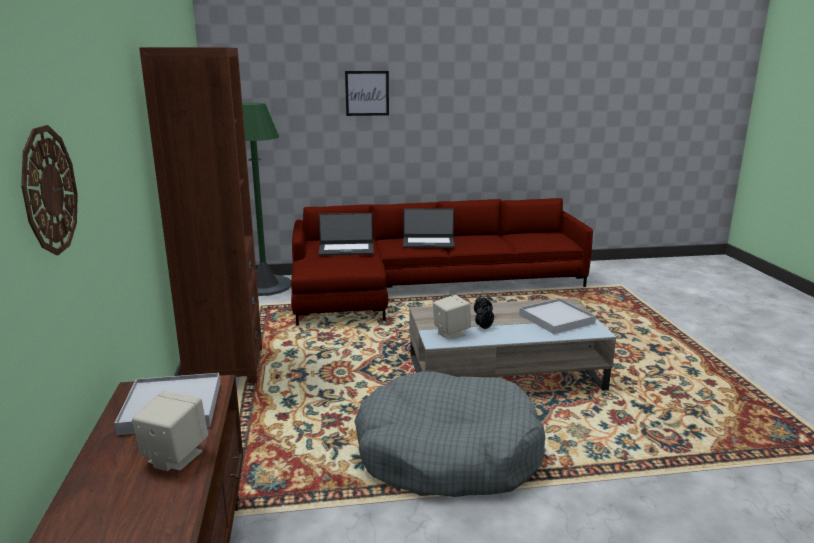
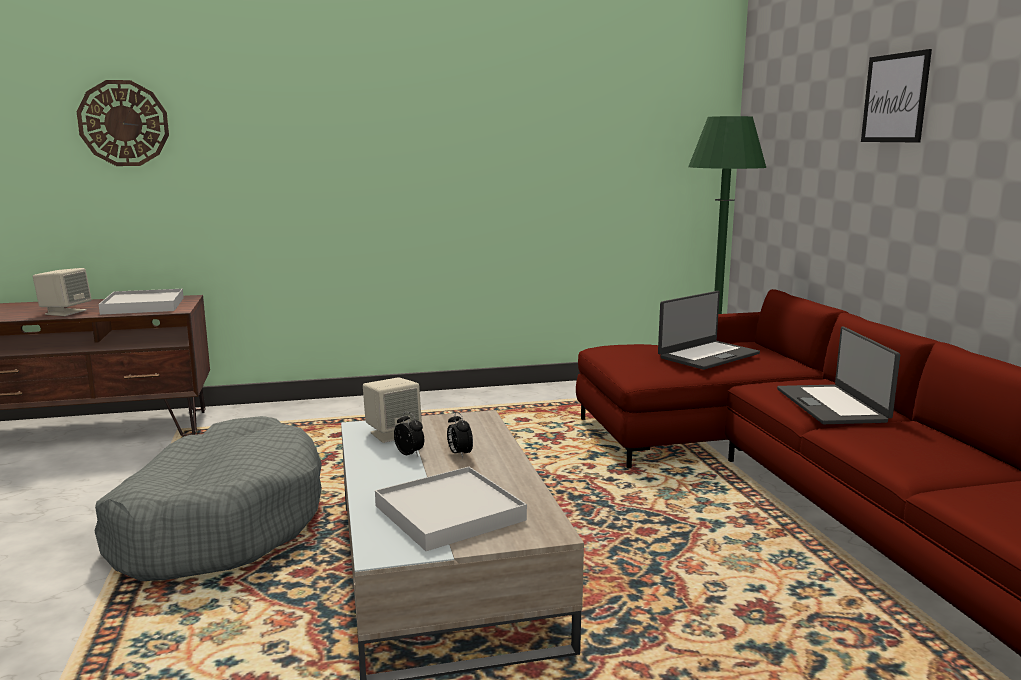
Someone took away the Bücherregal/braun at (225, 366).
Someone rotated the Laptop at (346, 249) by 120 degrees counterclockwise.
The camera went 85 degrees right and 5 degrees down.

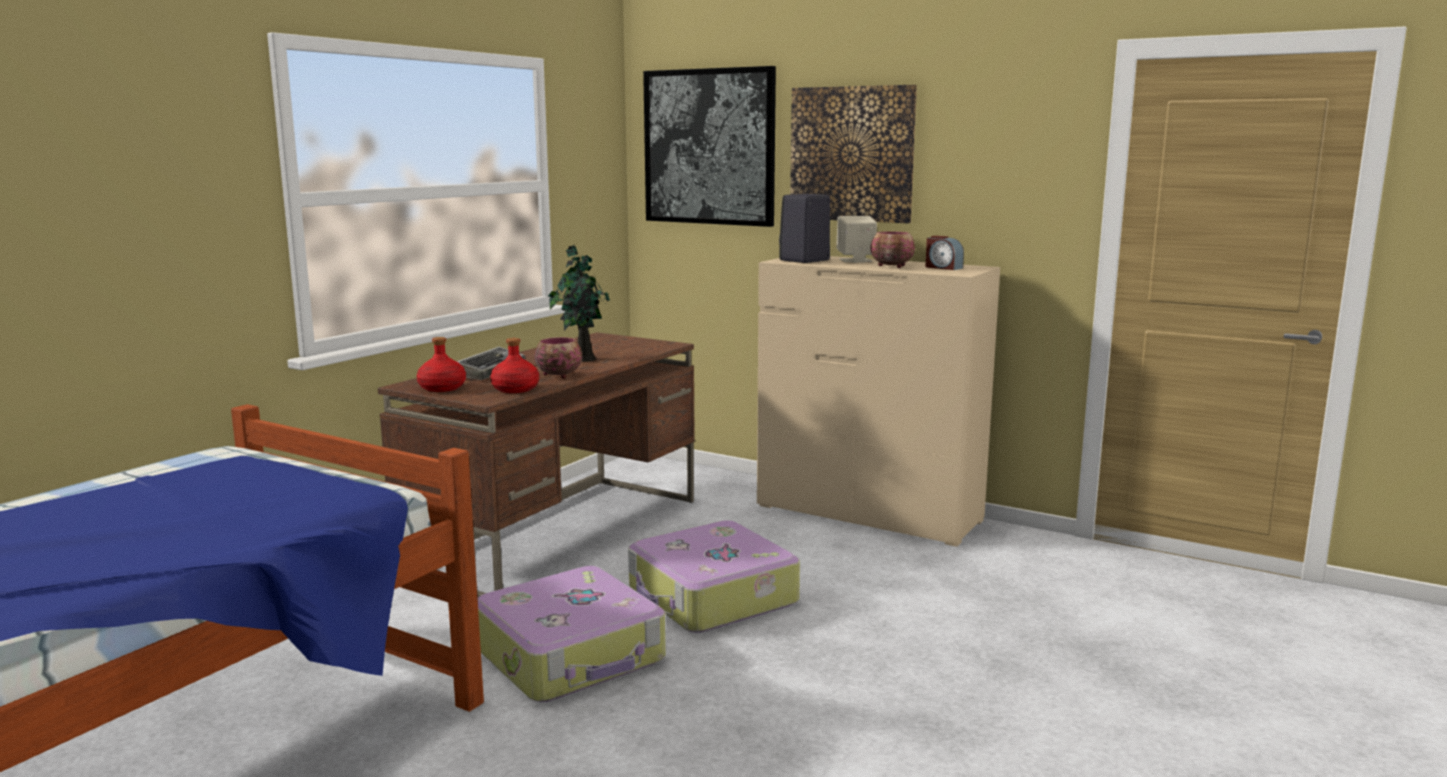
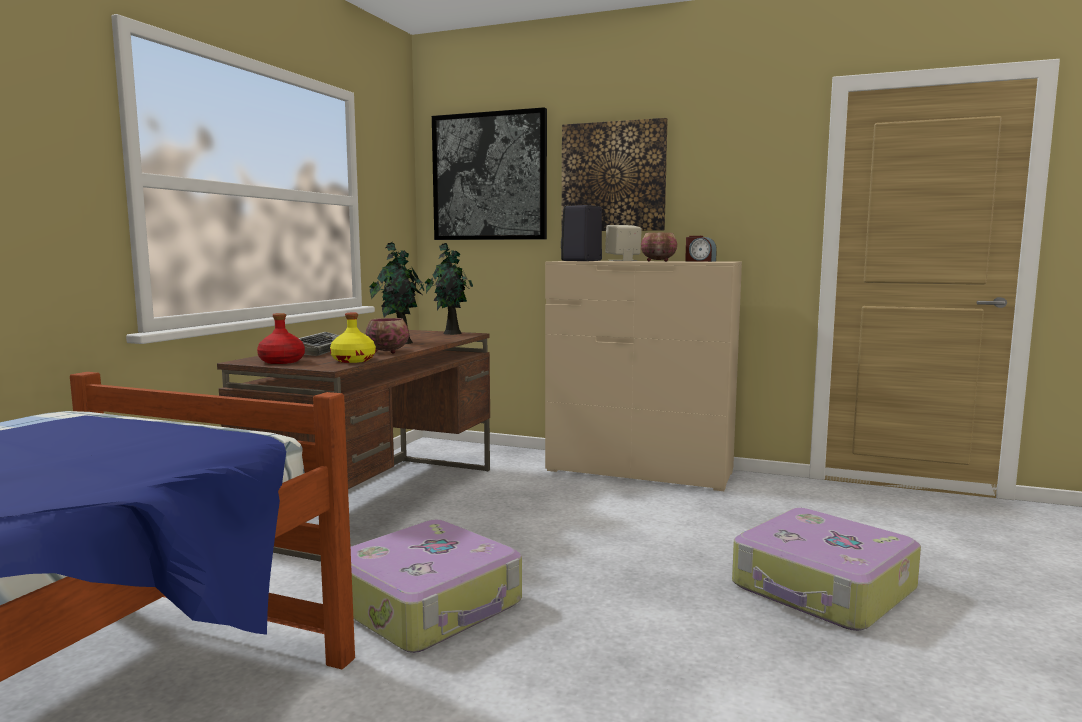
Someone repainted the Flasche/rot at (516, 389), which became the Flasche/gelb at (354, 360).
Someone carried the Koffer from (711, 597) to (823, 588).
Someone put down the Topfpflanze at (450, 333).
The camera went 10 degrees left and 5 degrees down.

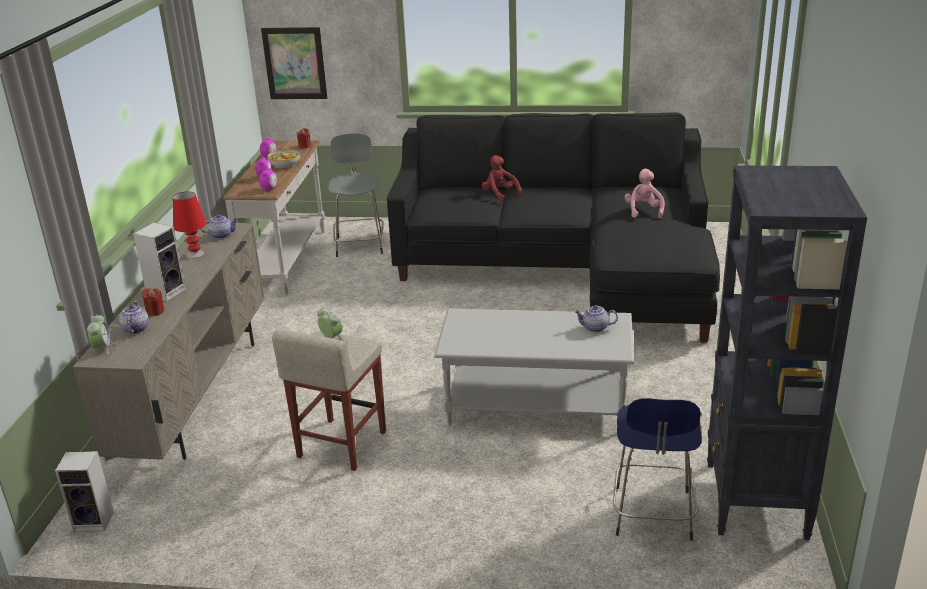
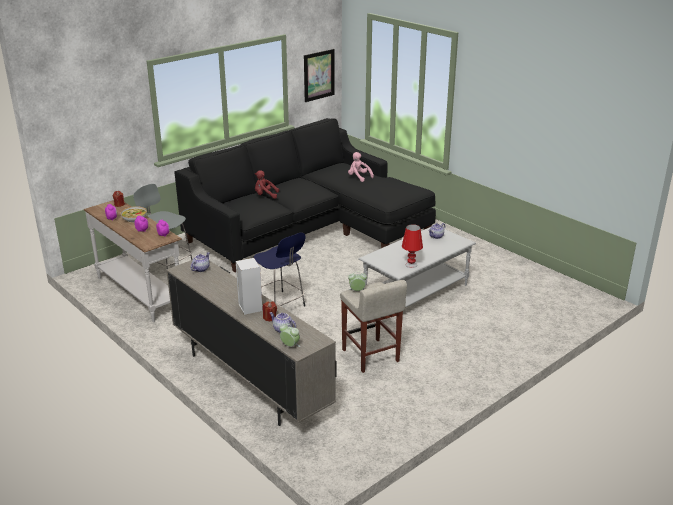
Someone carried the Bild from (295, 63) to (319, 75).
Someone took away the Bücherregal/schwarz at (755, 501).
Someone carried the Tischlampe/rot from (195, 254) to (411, 265).
Someone carried the Hocker/blau from (652, 515) to (280, 305).
Someone took away the Lautsprecher at (95, 521).
The camera went 50 degrees left and 0 degrees up.

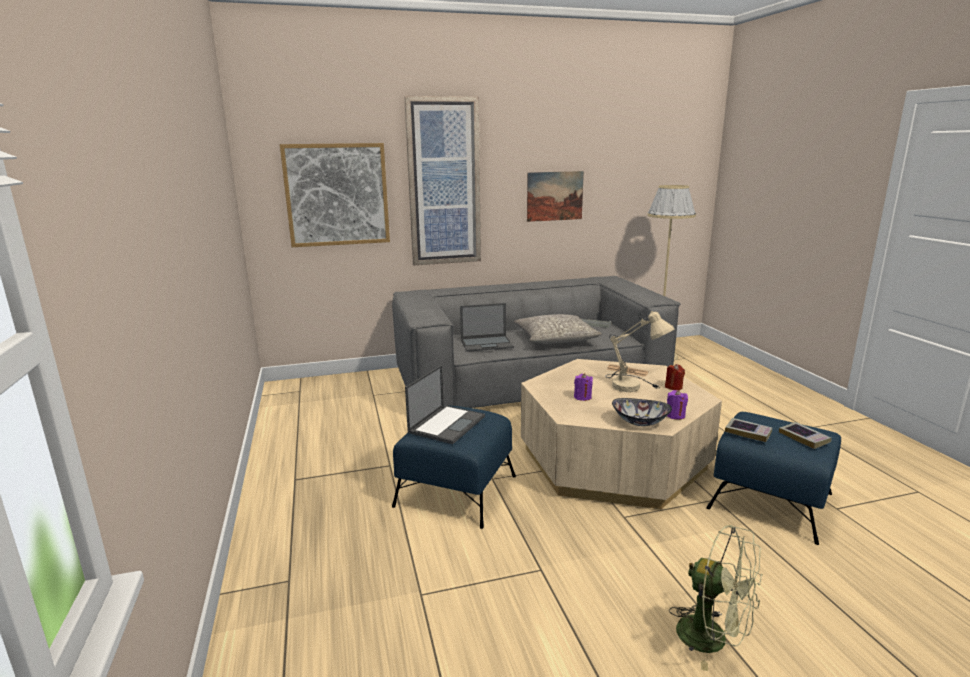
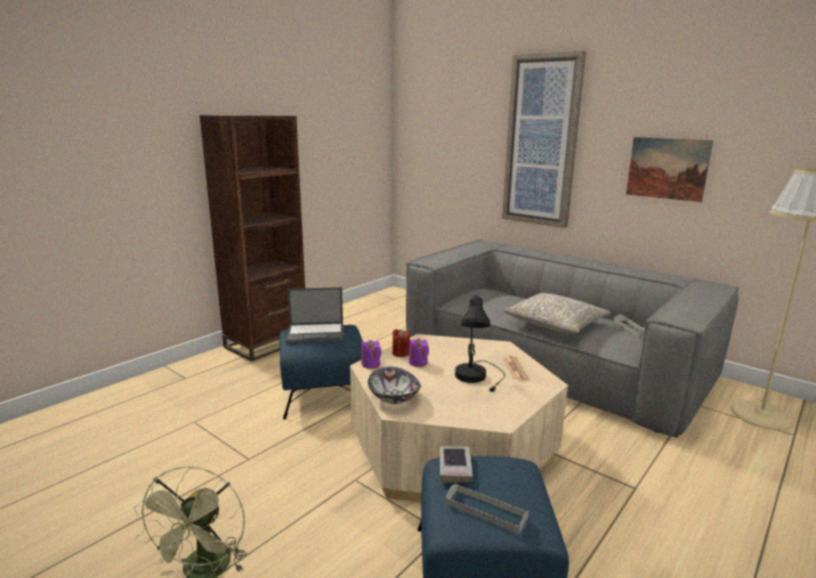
Someone took away the Bild at (337, 195).
Someone took away the Laptop at (487, 344).
Someone repainted the Tischlampe/beige at (634, 386), which became the Tischlampe/schwarz at (479, 379).
Someone carried the Kerze/rot from (673, 387) to (401, 353).
Someone carried the Kerze/lila from (675, 415) to (371, 364).
Someone swapped the Buch at (804, 438) for the Tablett/grau at (486, 510).
Someone put down the Bücherregal/braun at (266, 343).
The camera went 55 degrees right and 0 degrees up.

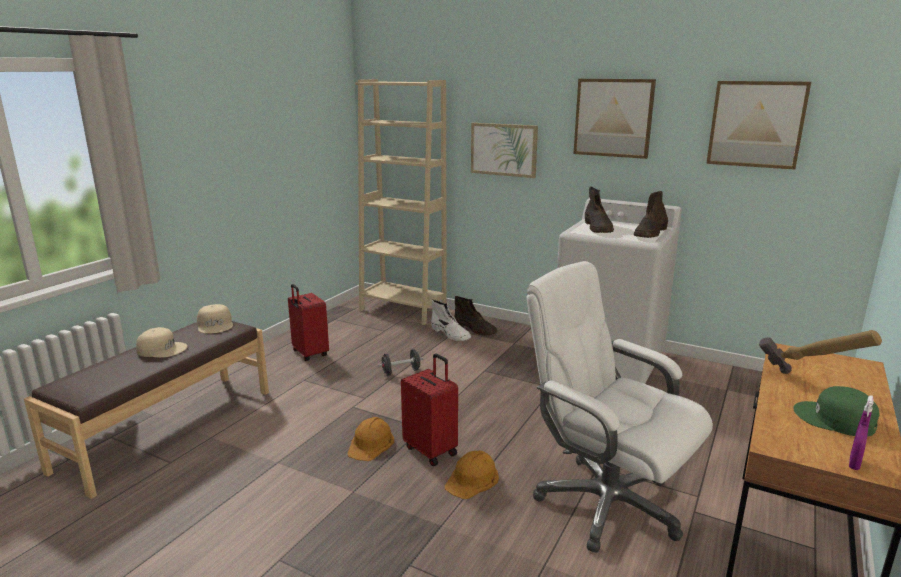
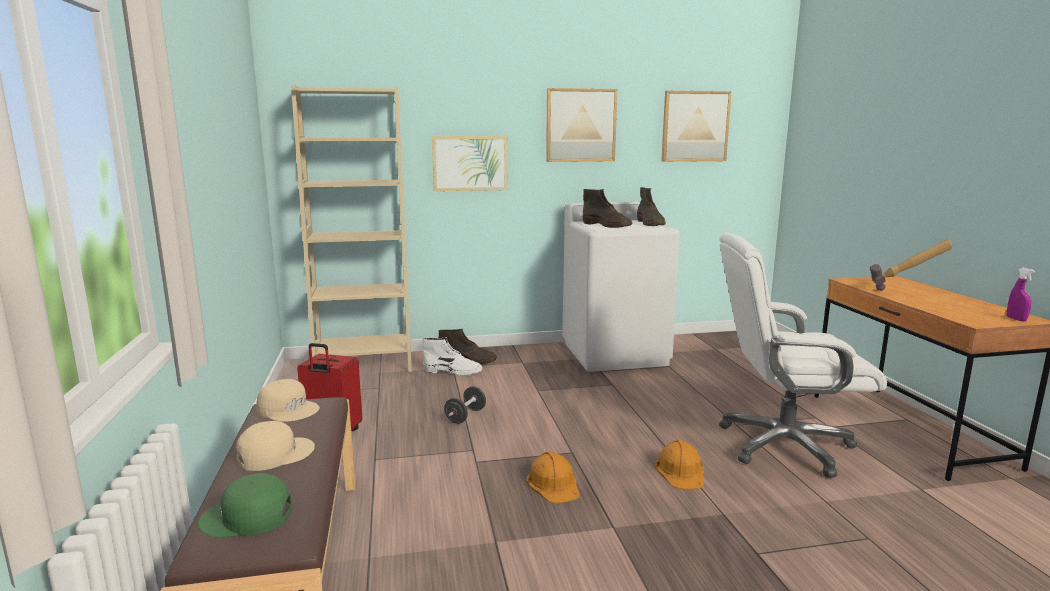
Someone took away the Koffer/rot at (431, 450).
Someone carried the Kappe/grün from (835, 419) to (247, 517).
The camera went 40 degrees left and 5 degrees down.

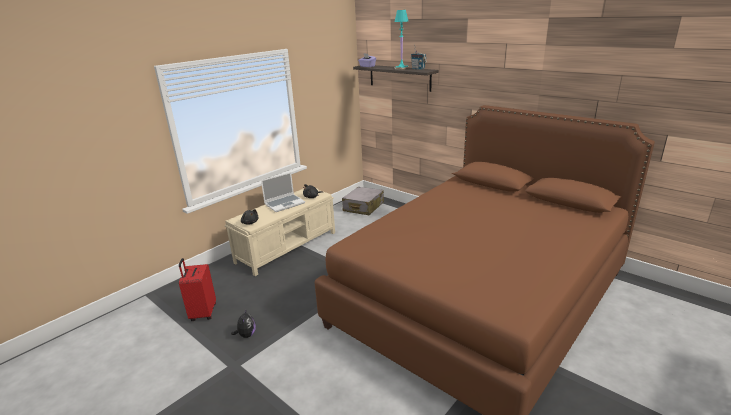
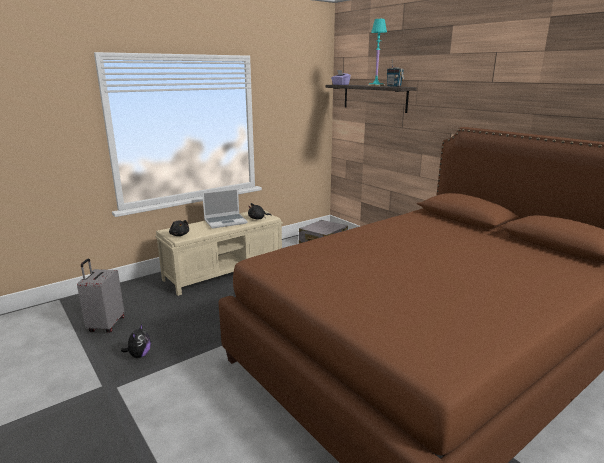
Someone repainted the Koffer/rot at (202, 313), which became the Koffer/grau at (105, 325).
The camera went 10 degrees right and 5 degrees down.

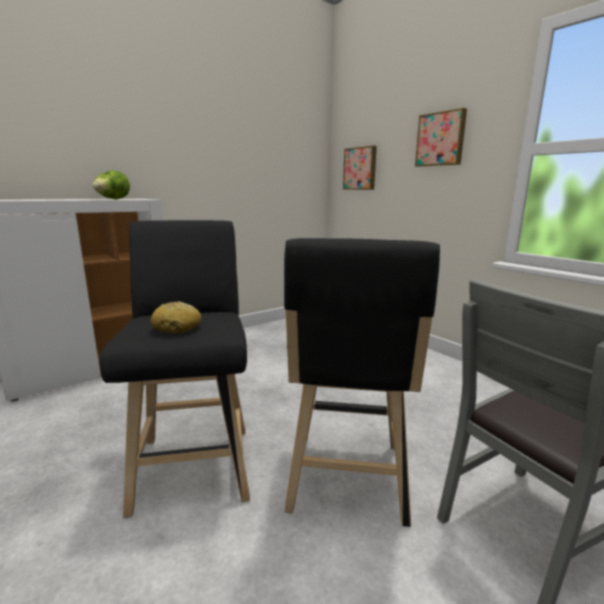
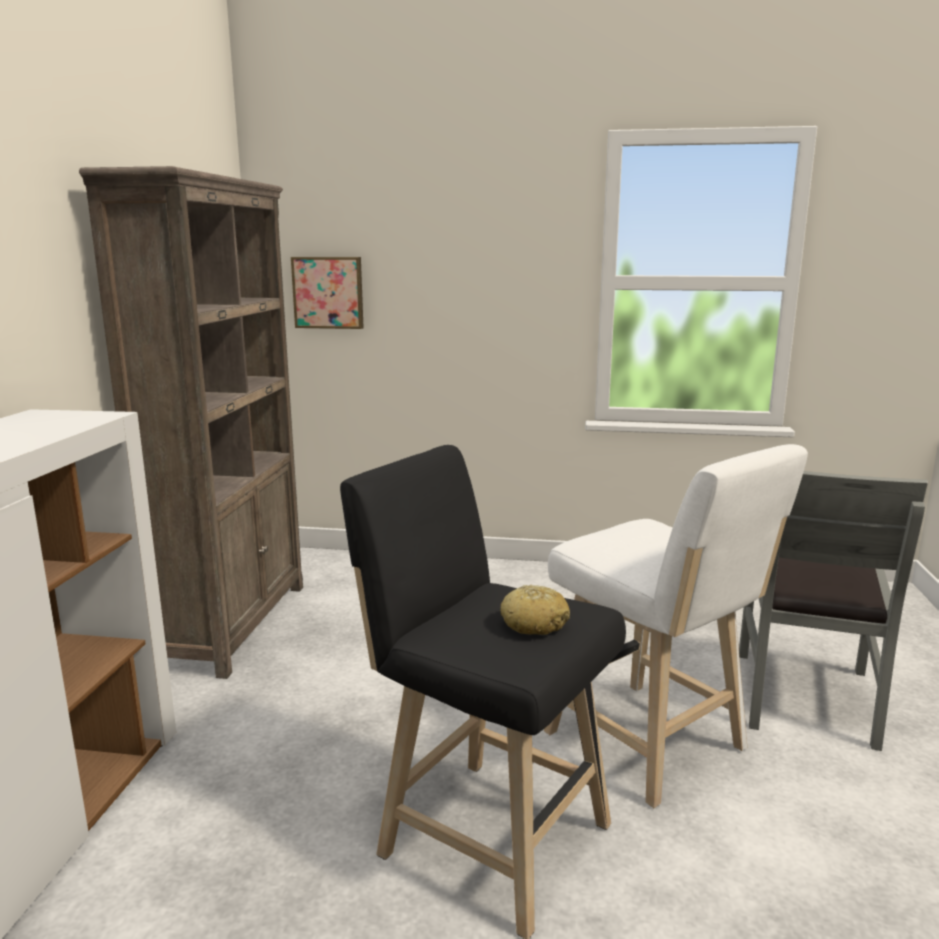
Someone took away the Bild at (441, 139).
Someone took away the Salatkopf at (112, 199).
Someone repainted the Hocker/schwarz at (346, 482), which became the Hocker/weiß at (652, 746).
Someone put down the Bücherregal/braun at (235, 624).
The camera went 45 degrees left and 0 degrees up.

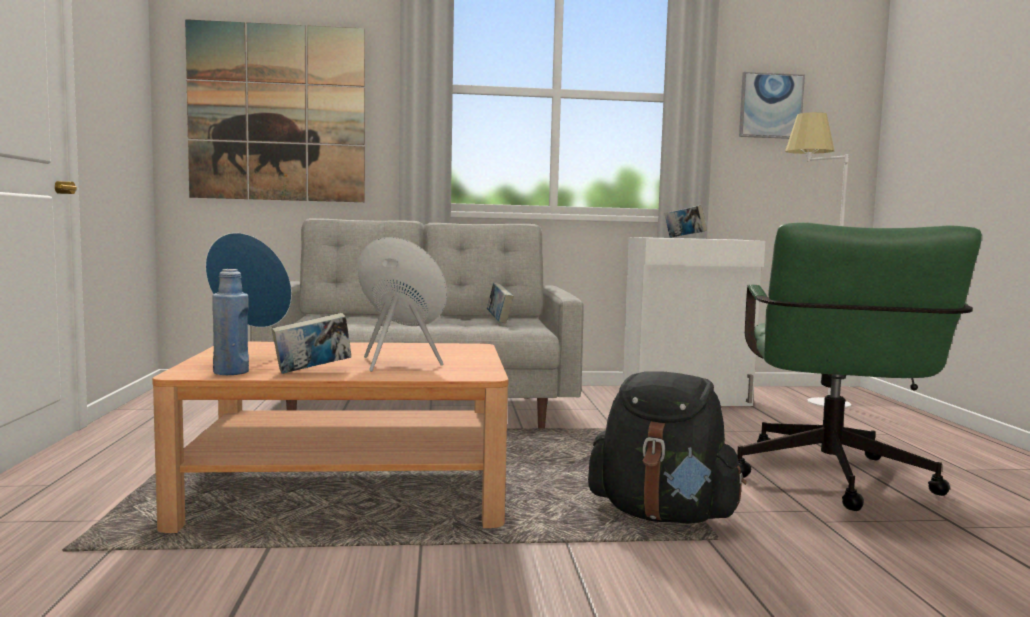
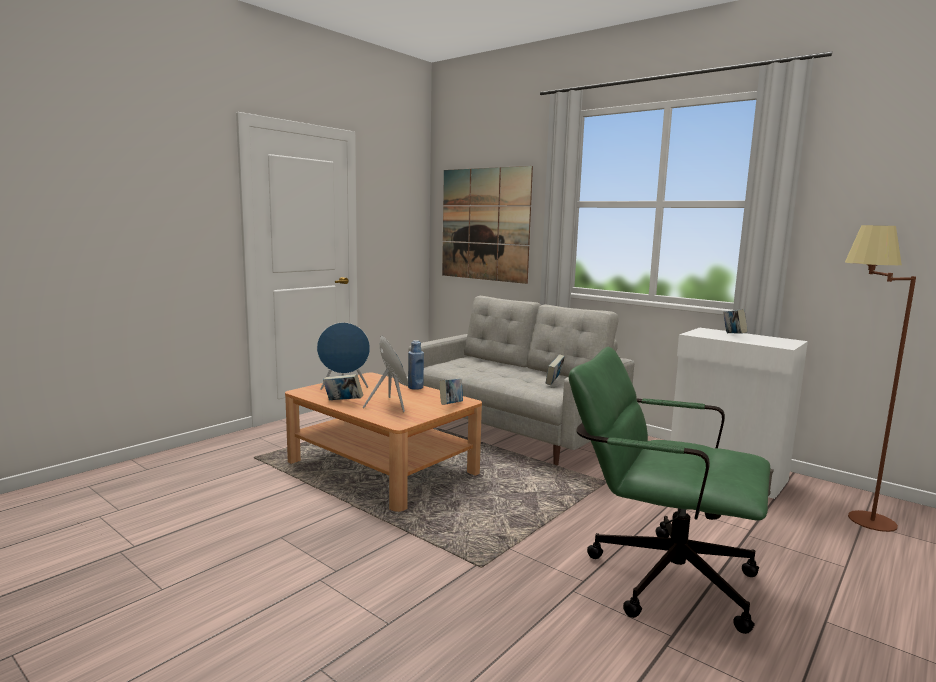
Someone took away the Bild at (770, 106).
Someone repainted the Stehlampe/weiß at (809, 402), which became the Stehlampe/braun at (850, 513).
Someone rotated the Bürostuhl/grün at (832, 483) by 60 degrees clockwise.
Someone carried the Flasche/blau from (231, 372) to (415, 387).
Someone took away the Rucksack/schwarz at (663, 515).
Someone put down the Buch at (451, 405).
The camera went 45 degrees right and 5 degrees up.

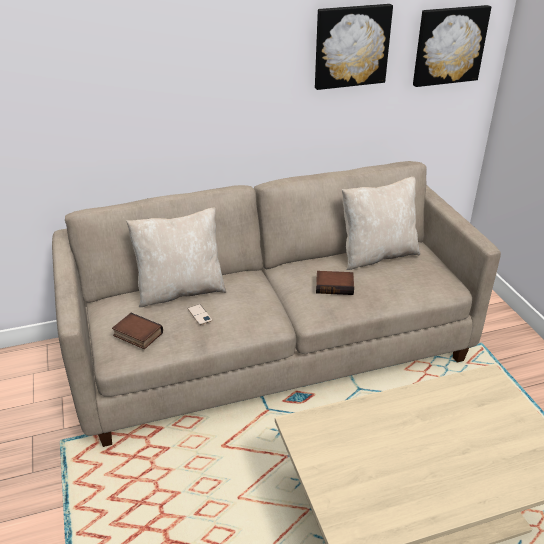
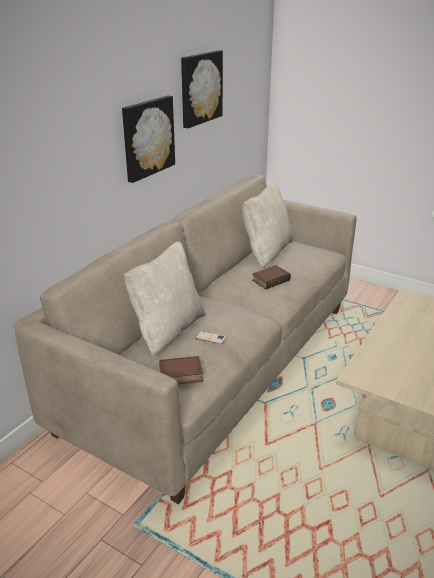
Someone carried the Bild from (449, 45) to (147, 137).
The camera went 40 degrees left and 5 degrees down.

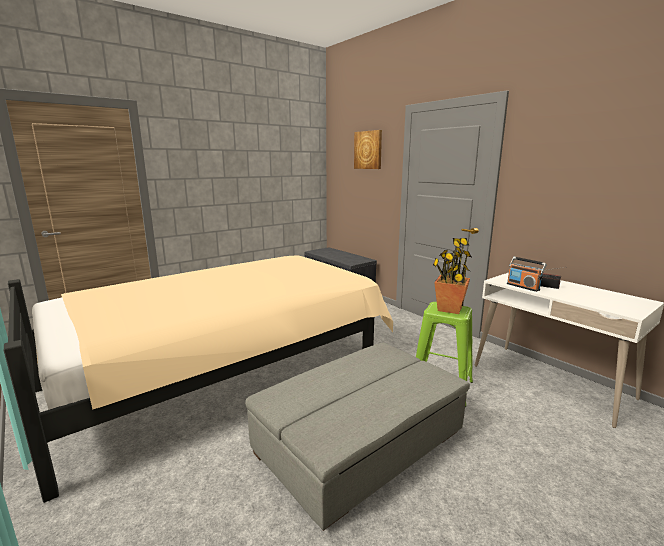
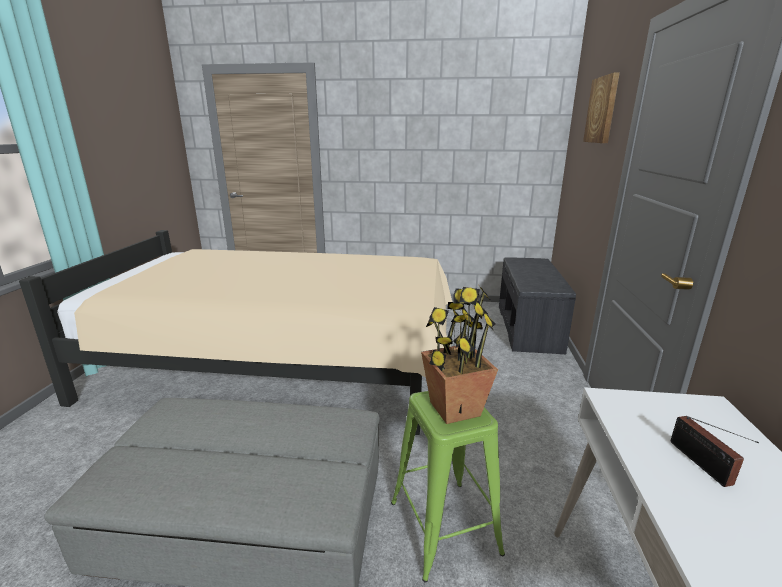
Someone took away the Radio at (523, 287).
The camera went 45 degrees right and 5 degrees up.

